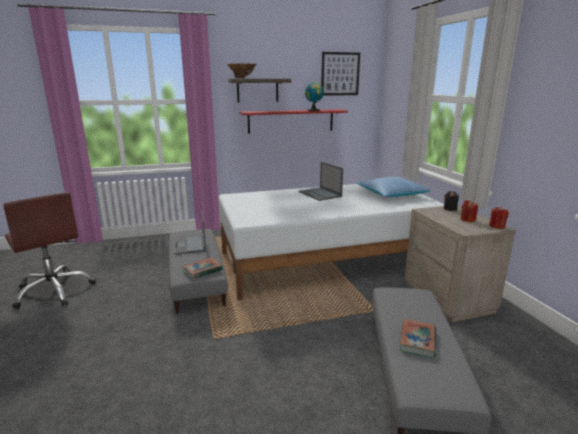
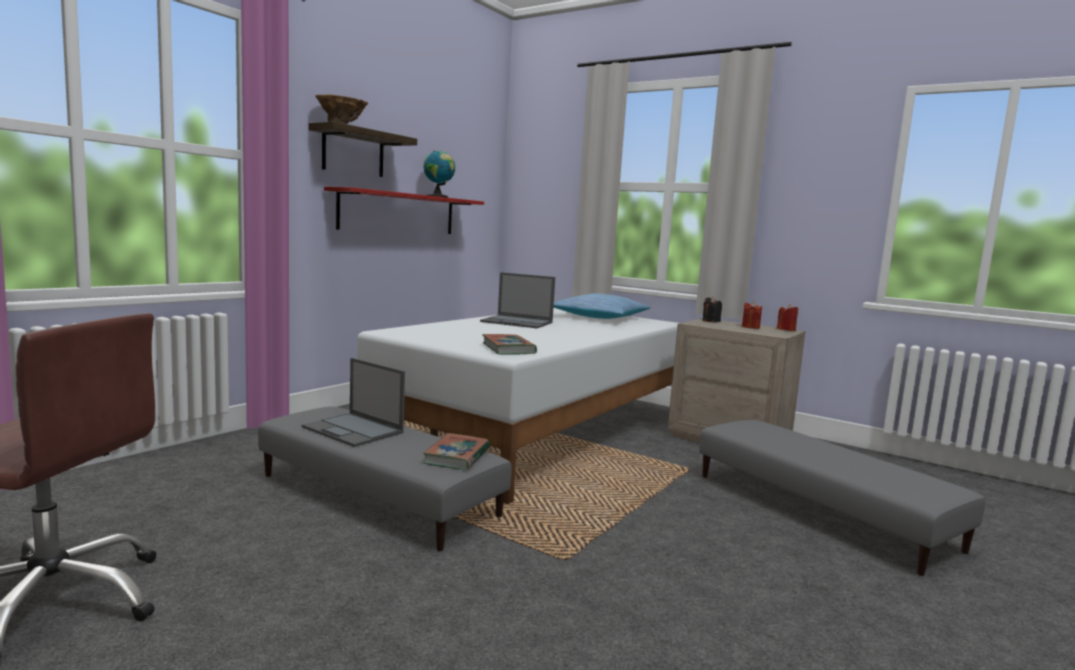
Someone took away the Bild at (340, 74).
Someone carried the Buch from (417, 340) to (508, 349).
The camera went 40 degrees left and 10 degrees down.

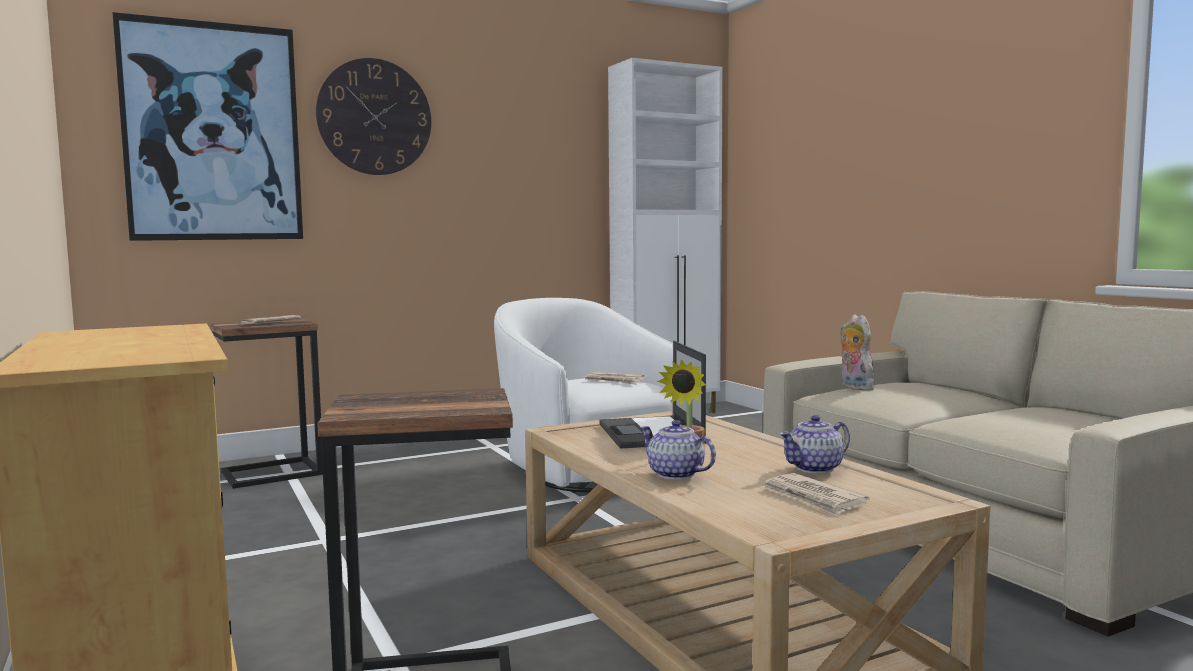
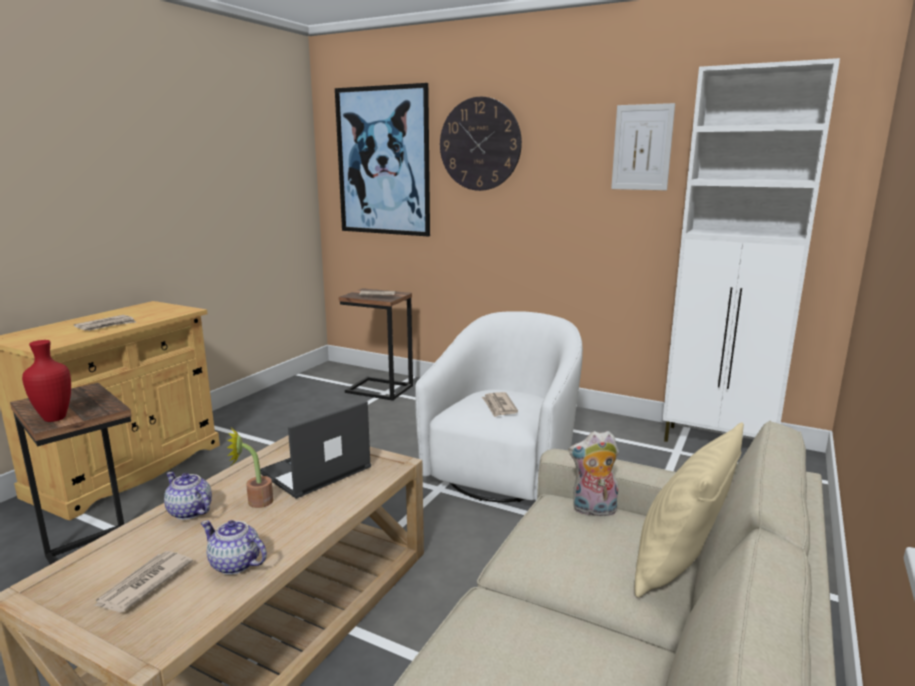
Someone rotated the Plüschtier at (854, 387) by 120 degrees counterclockwise.
Someone rotated the Teekanne at (676, 474) by 60 degrees counterclockwise.
Someone put up the Bild at (642, 147).
Someone put down the Zeitung at (106, 325).
Someone put down the Vase/rot at (53, 419).
Someone put down the Kissen/beige at (678, 566).
The camera went 55 degrees right and 10 degrees up.

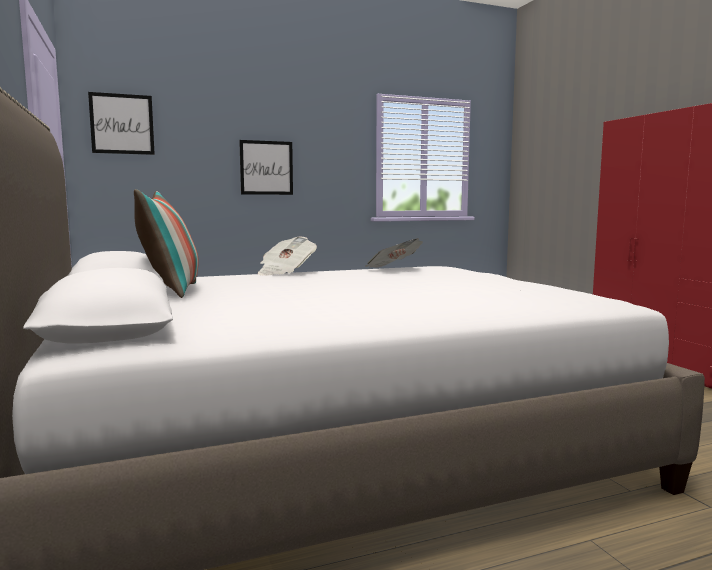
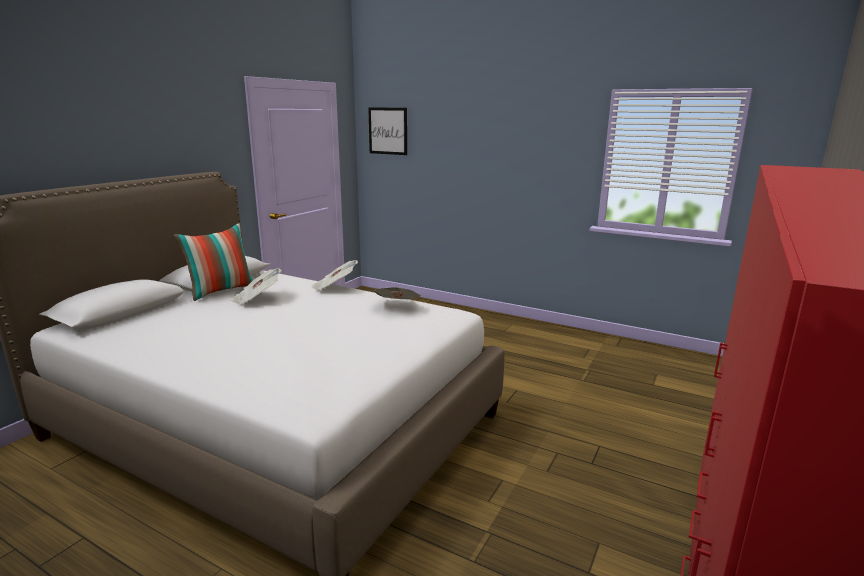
Someone took away the Bild at (266, 168).
Someone put down the Zeitung at (256, 299).
The camera went 50 degrees right and 10 degrees up.

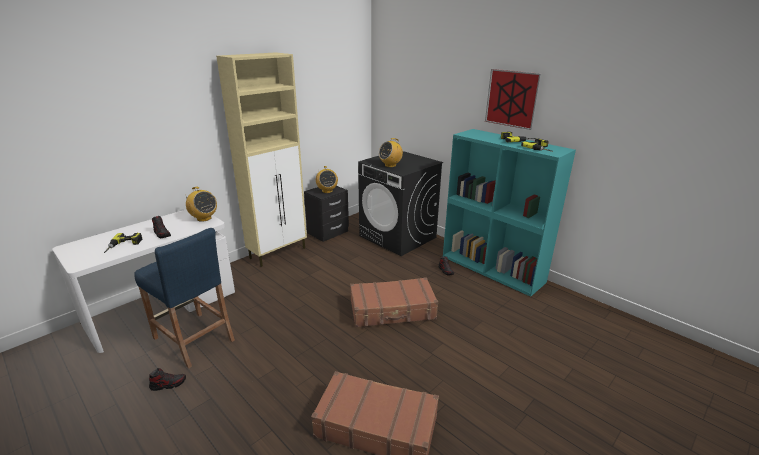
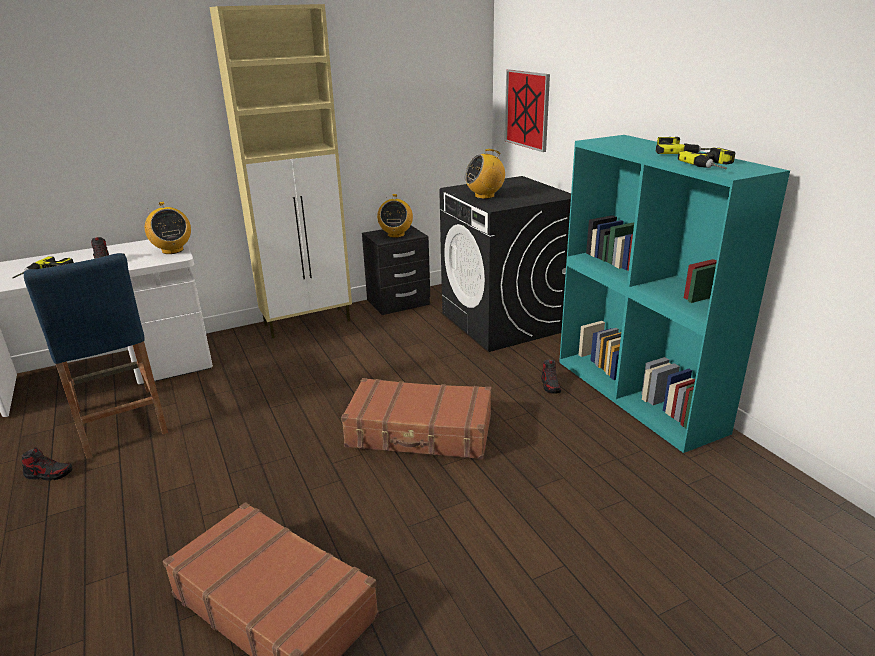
Someone carried the Bild from (512, 98) to (527, 109).
The camera went 20 degrees right and 0 degrees up.

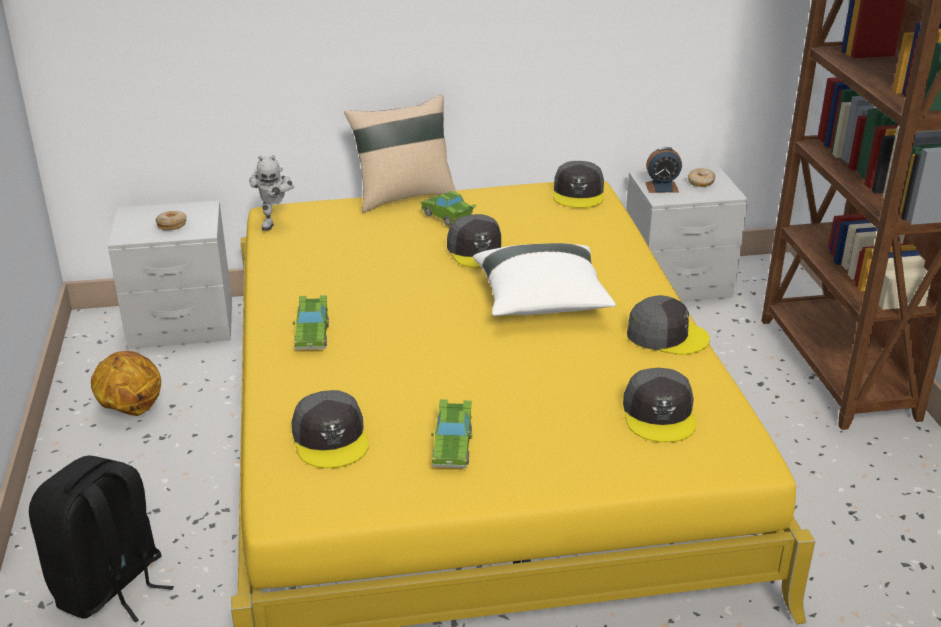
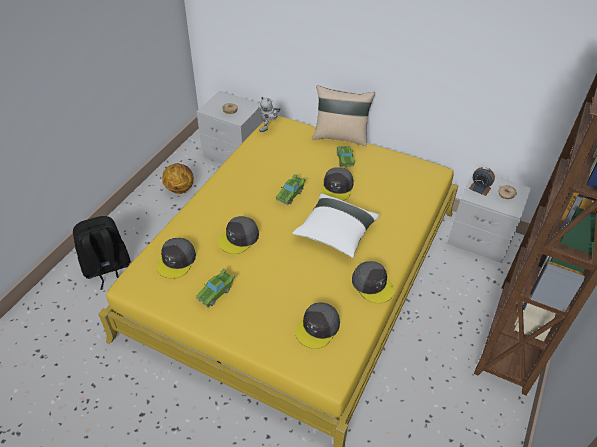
Someone carried the Kappe/grau from (578, 193) to (239, 238).
Someone carried the Spielzeugauto/grün from (312, 334) to (290, 194).
The camera went 35 degrees right and 15 degrees up.

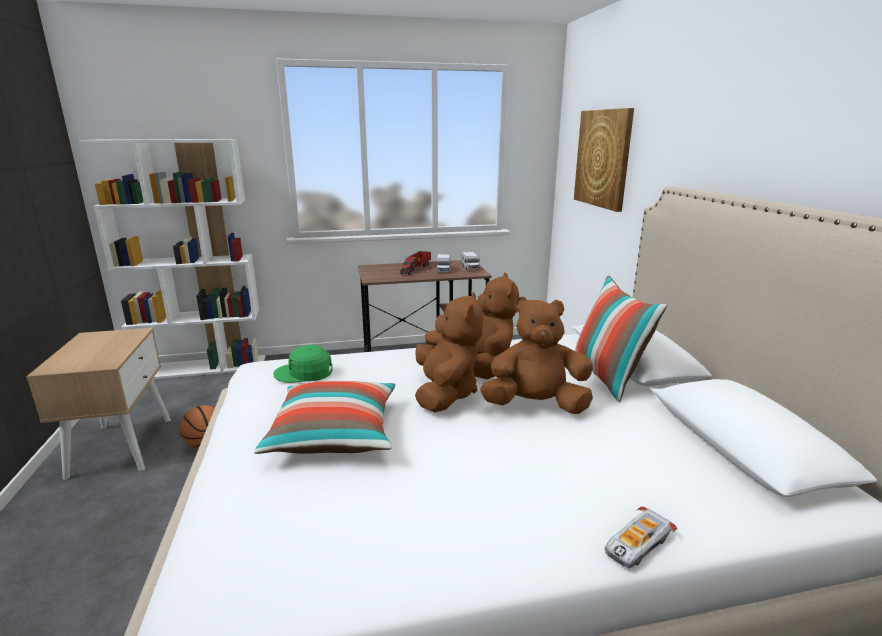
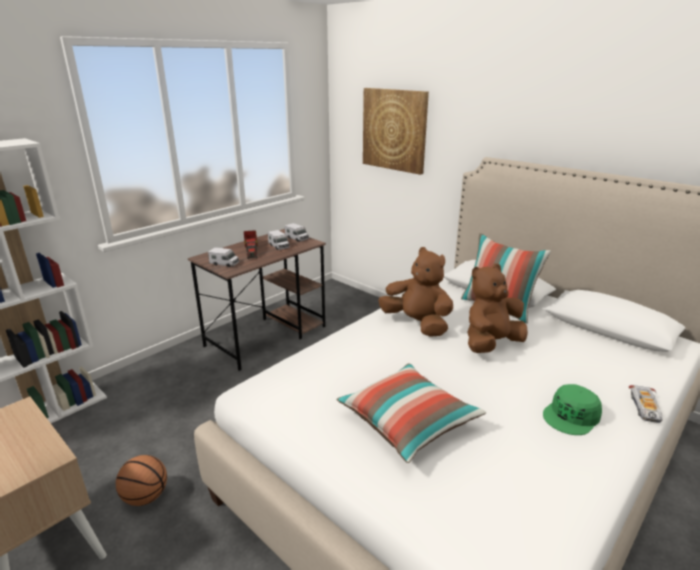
Someone took away the Plüschtier/braun at (445, 393).
Someone carried the Kappe/grün from (304, 372) to (571, 415).
Someone put down the Spielzeuglaster at (224, 264).
The camera went 35 degrees left and 5 degrees up.

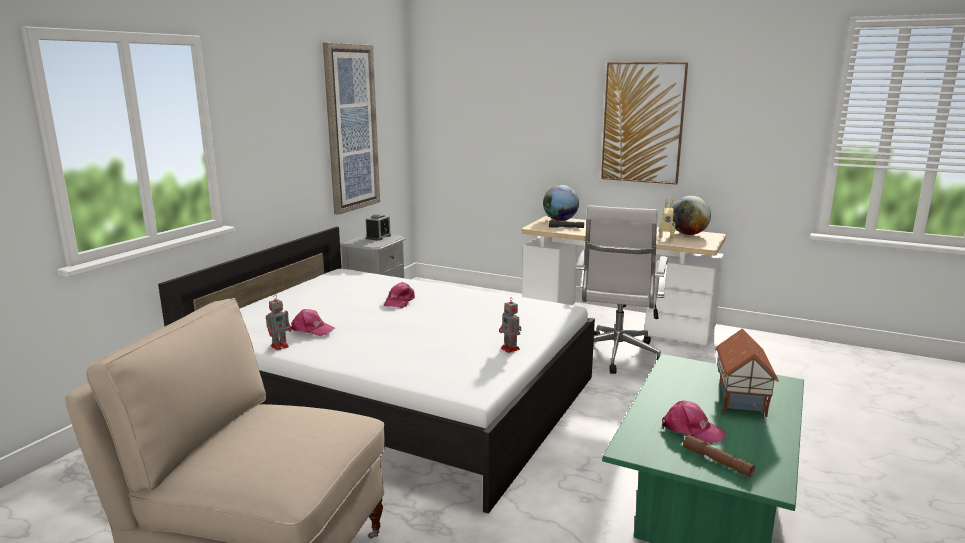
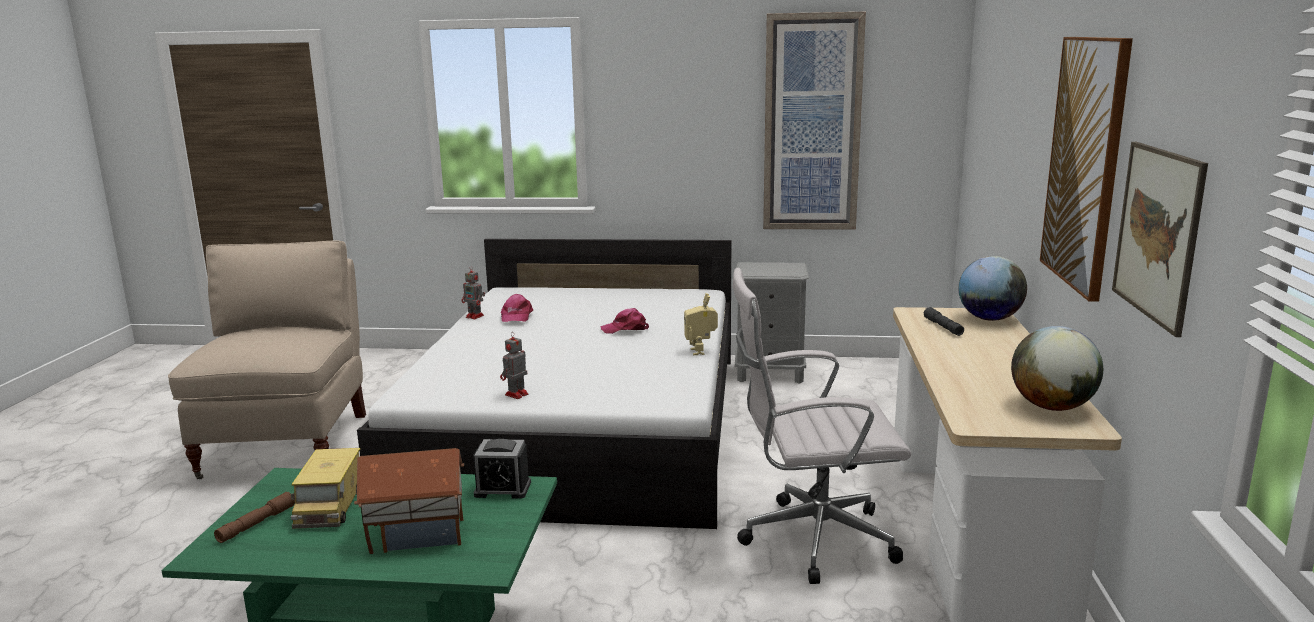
Someone carried the Spielzeugroboter from (665, 239) to (701, 351).
Someone carried the Wecker from (378, 237) to (502, 489).
Someone swapped the Kappe/rosa at (691, 429) for the Spielzeuglaster at (330, 507).
Someone put up the Bild at (1157, 233).
The camera went 70 degrees right and 0 degrees up.

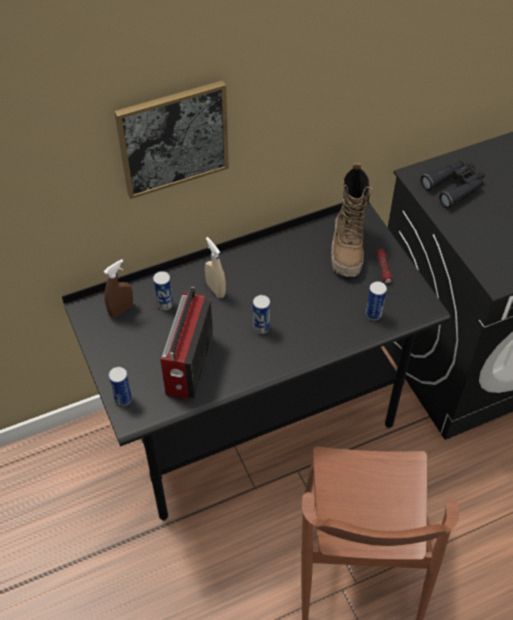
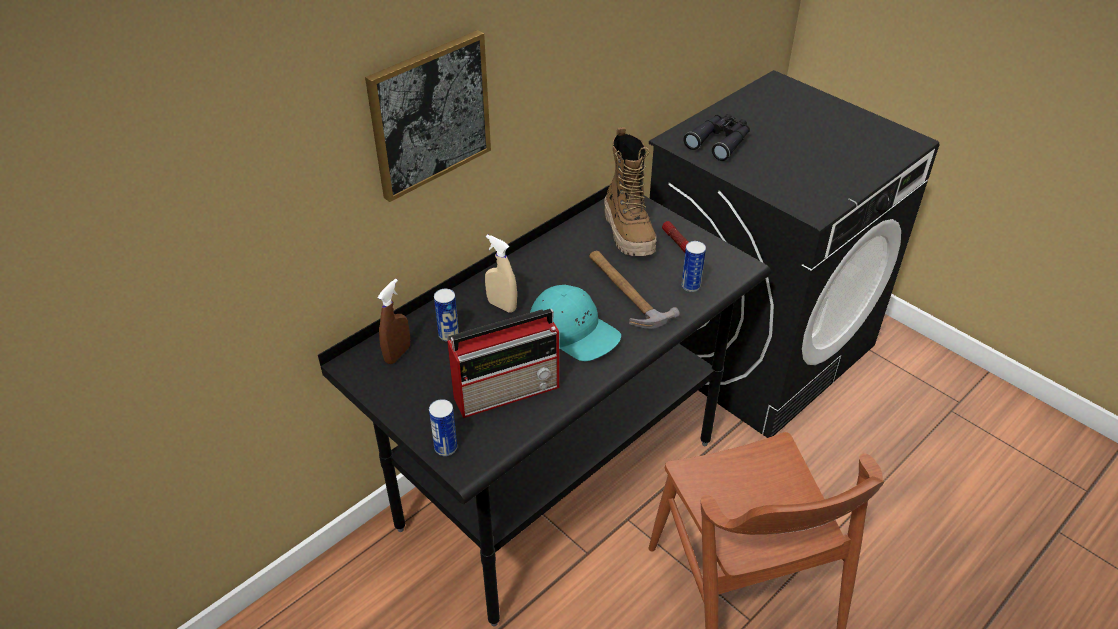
Someone rotated the Radio at (188, 365) by 105 degrees counterclockwise.
Someone swapped the Dose at (261, 327) for the Kappe/türkis at (574, 330).
Someone put down the Hammer at (625, 291).
The camera went 20 degrees left and 10 degrees down.

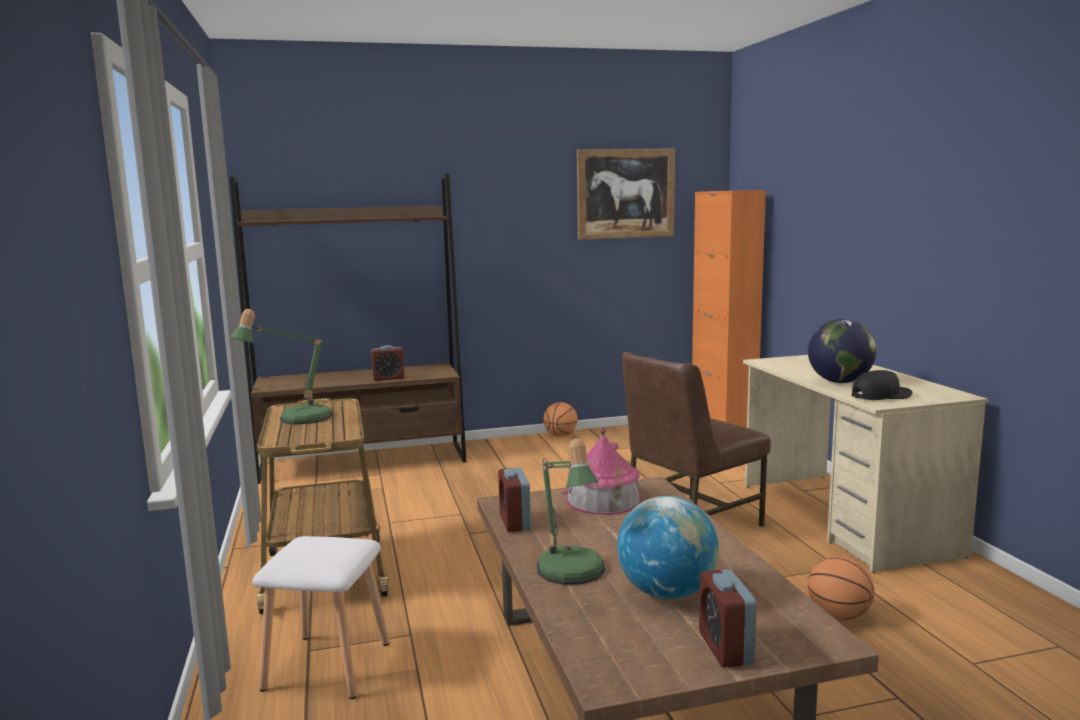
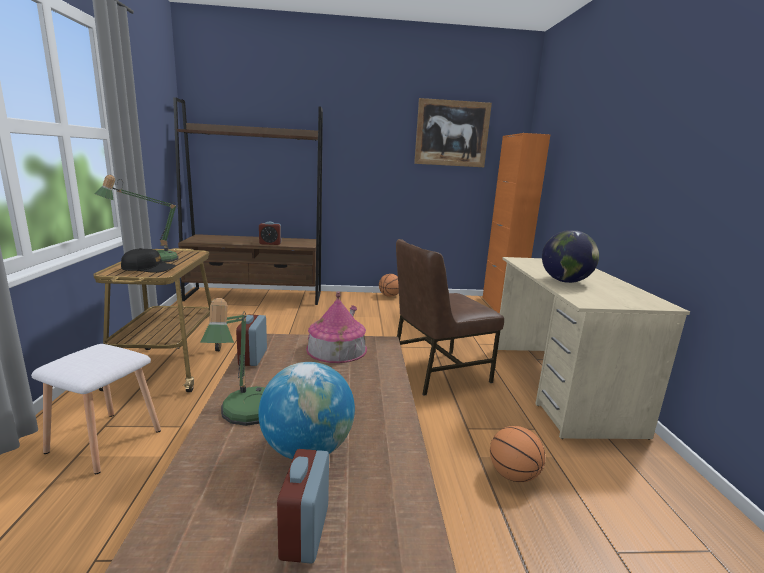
Someone carried the Kappe/schwarz from (881, 396) to (148, 269).
The camera went 10 degrees right and 5 degrees up.

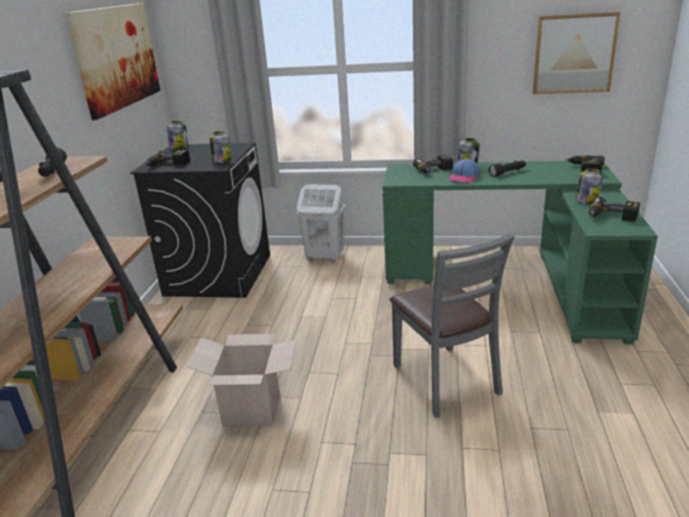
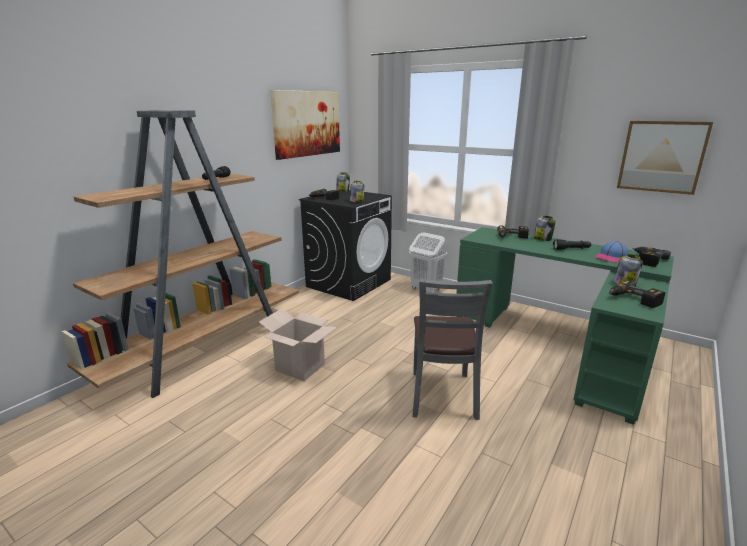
Someone carried the Kappe from (464, 177) to (611, 257).
The camera went 25 degrees right and 5 degrees down.

